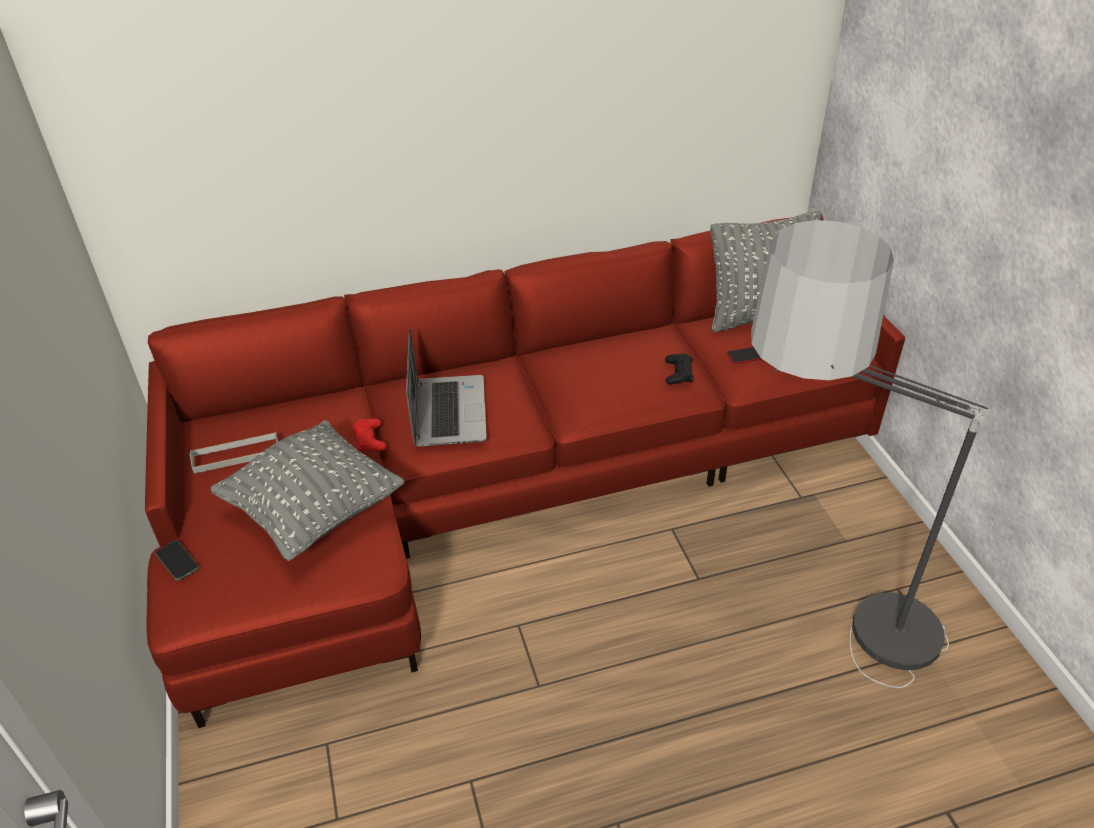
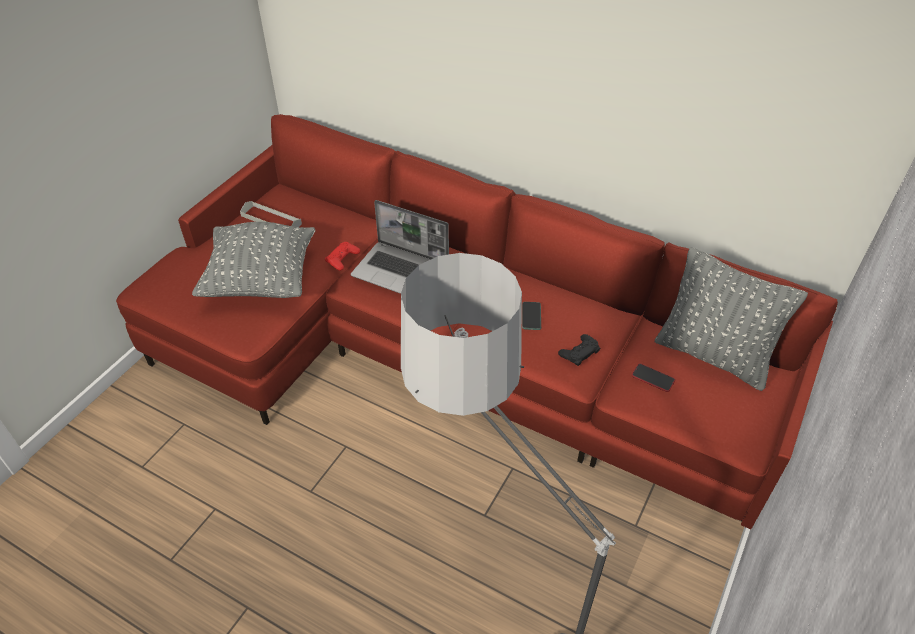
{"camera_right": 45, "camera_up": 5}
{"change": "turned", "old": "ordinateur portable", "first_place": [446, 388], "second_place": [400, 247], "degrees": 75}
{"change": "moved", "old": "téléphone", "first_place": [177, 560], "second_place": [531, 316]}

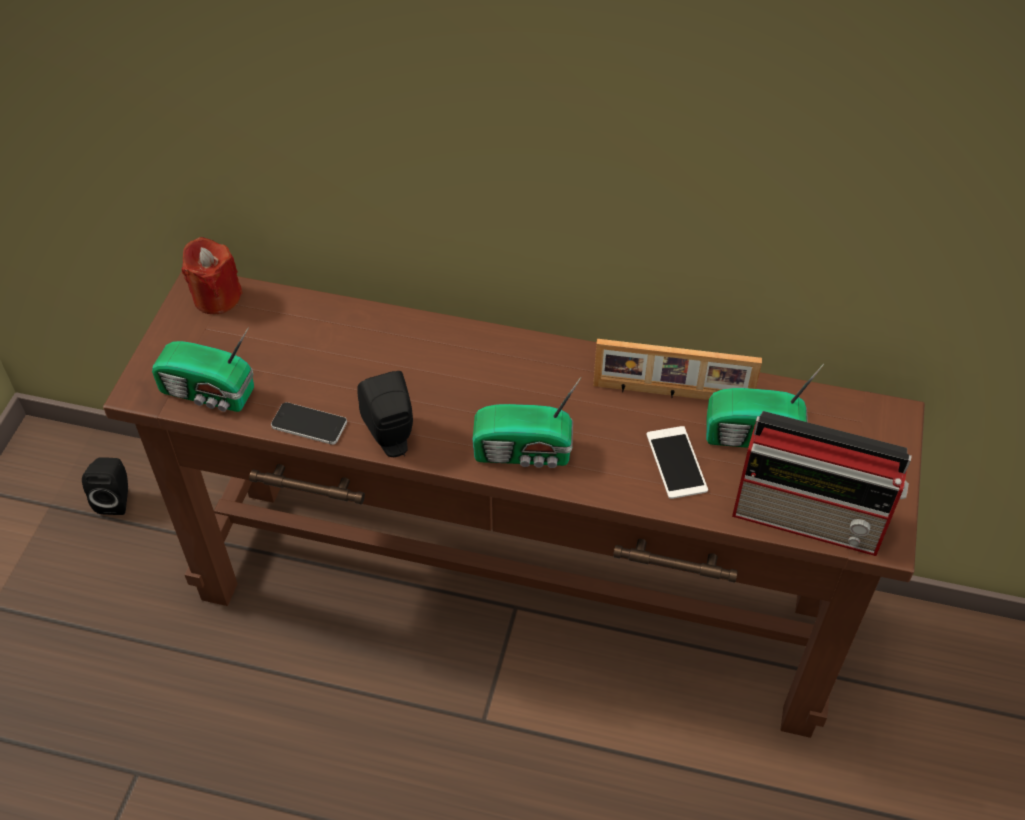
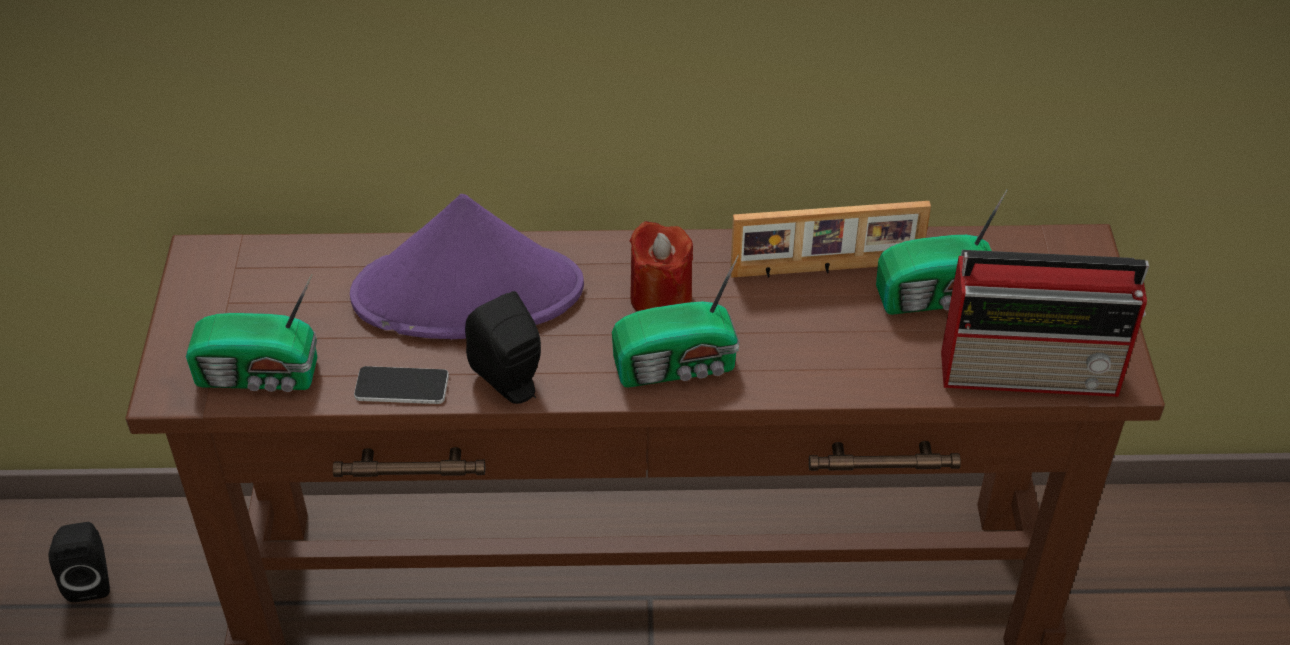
{"camera_right": -15, "camera_up": -5}
{"change": "added", "new": "chapeau (violet)", "second_place": [467, 267]}
{"change": "moved", "old": "bougie (rouge)", "first_place": [212, 275], "second_place": [661, 266]}
{"change": "removed", "old": "téléphone", "first_place": [677, 462]}

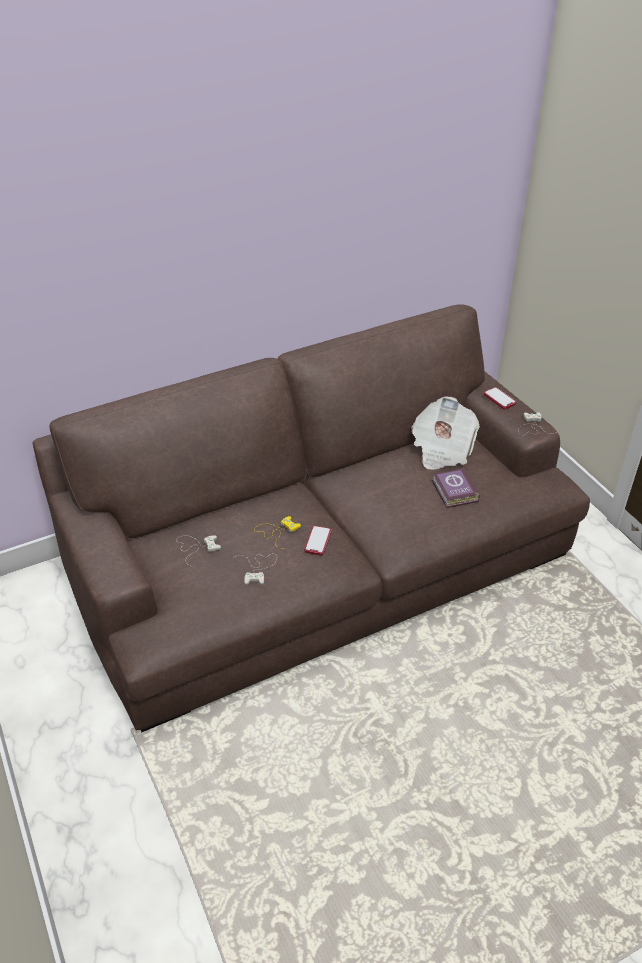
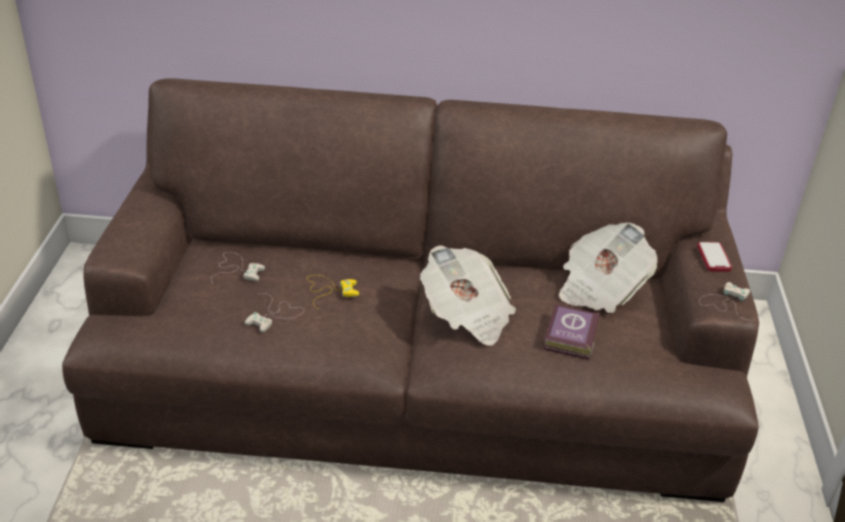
{"camera_right": 30, "camera_up": -5}
{"change": "added", "new": "journal", "second_place": [468, 295]}
{"change": "removed", "old": "téléphone", "first_place": [317, 541]}

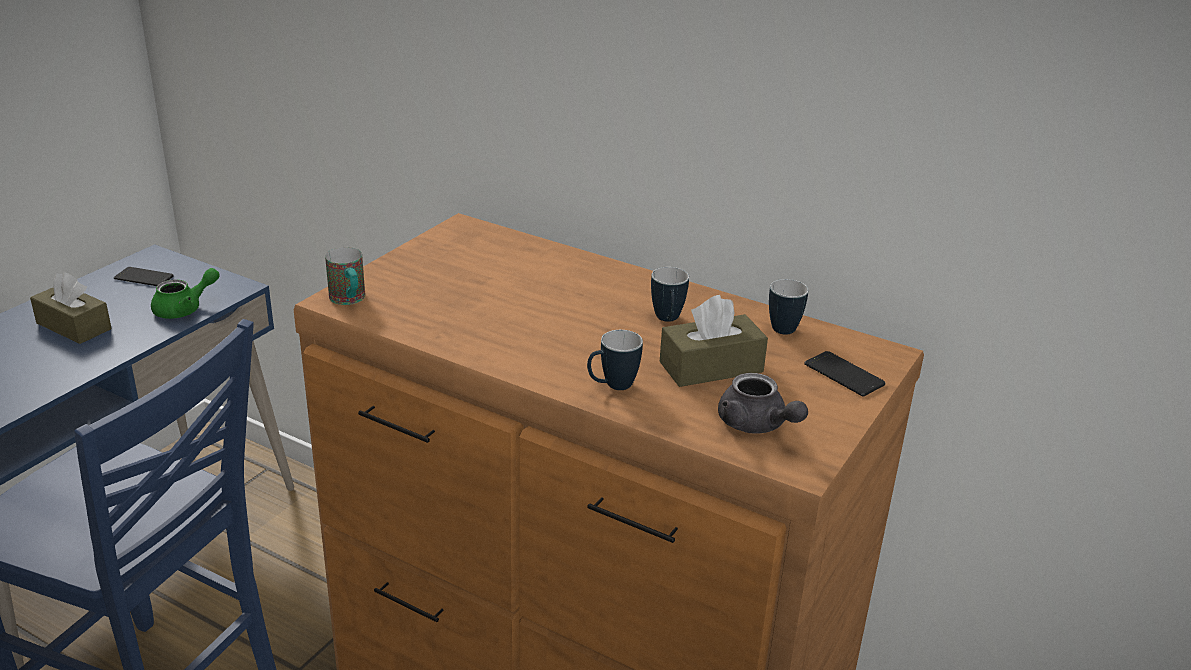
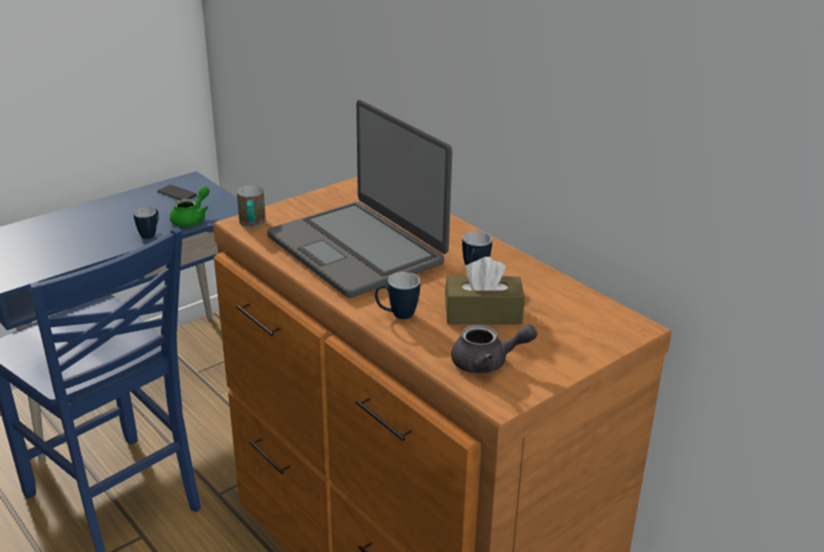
{"camera_right": 20, "camera_up": 0}
{"change": "moved", "old": "mug", "first_place": [788, 307], "second_place": [146, 223]}
{"change": "turned", "old": "théière (vert)", "first_place": [185, 293], "second_place": [190, 206], "degrees": -45}
{"change": "added", "new": "ordinateur portable", "second_place": [359, 199]}
{"change": "turned", "old": "théière (gris)", "first_place": [763, 403], "second_place": [494, 349], "degrees": -75}
{"change": "removed", "old": "boîte à mouchoirs (marron)", "first_place": [71, 308]}
{"change": "removed", "old": "téléphone", "first_place": [844, 373]}

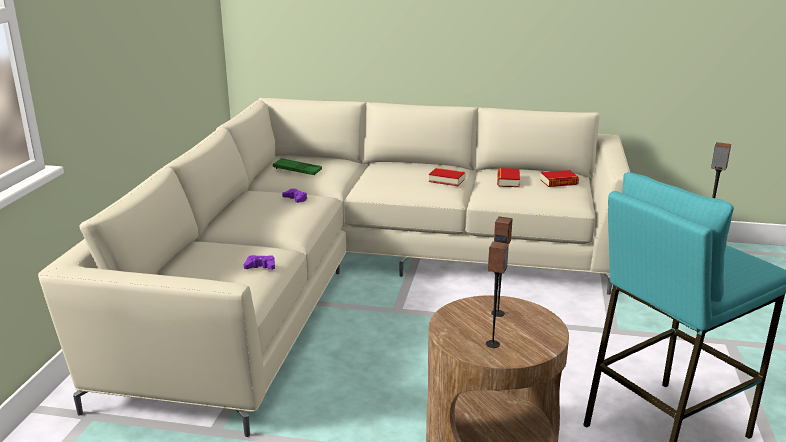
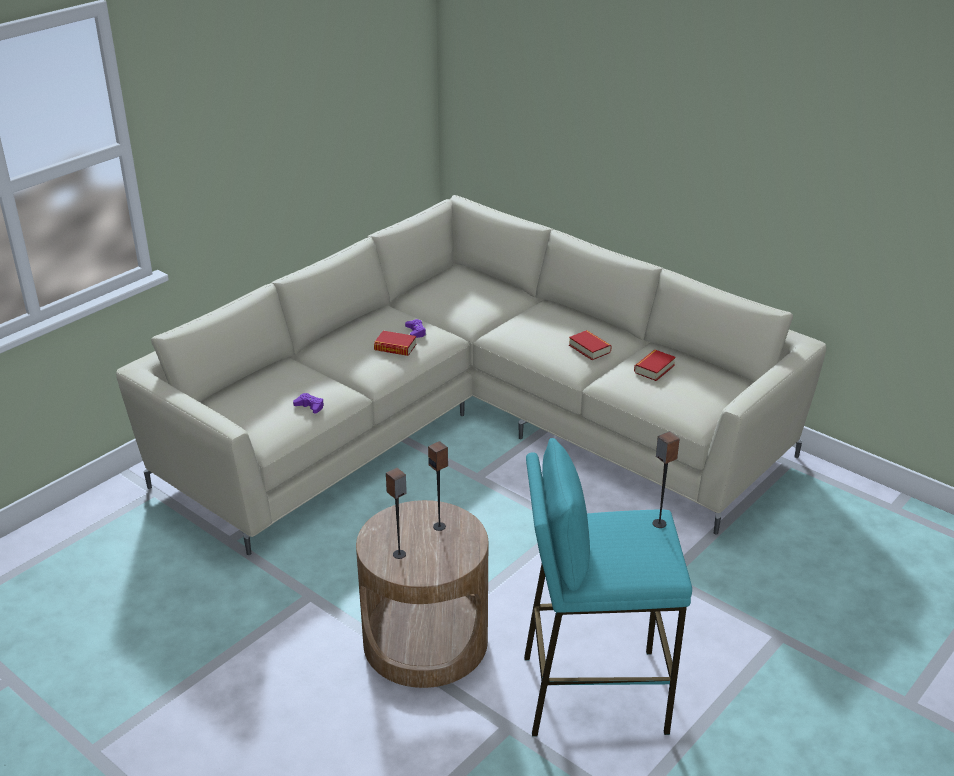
{"camera_right": 30, "camera_up": 10}
{"change": "moved", "old": "livre", "first_place": [560, 178], "second_place": [395, 343]}
{"change": "removed", "old": "plateau (vert)", "first_place": [297, 166]}

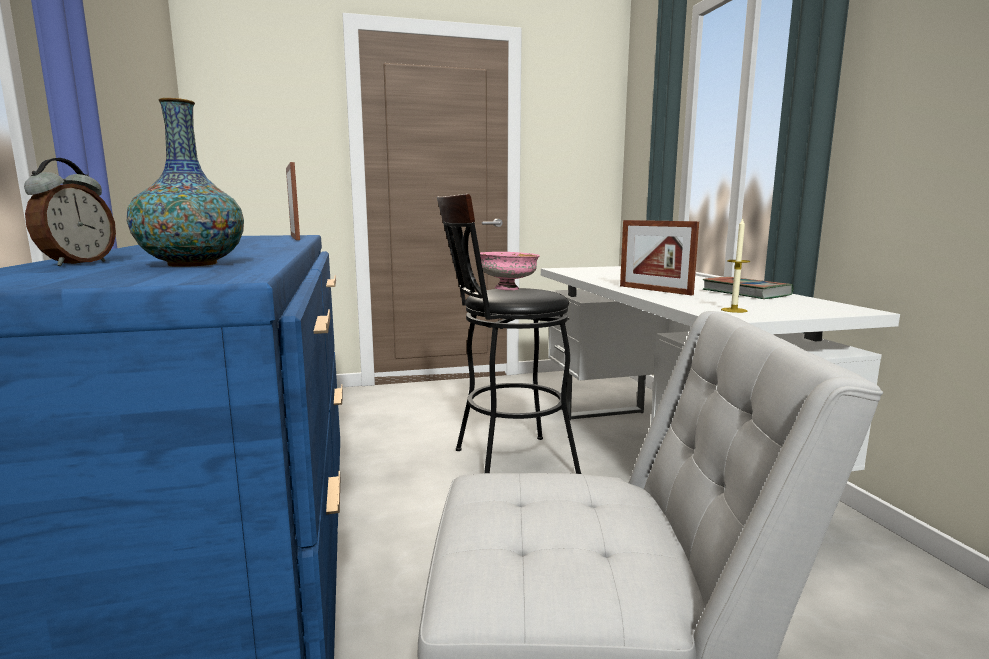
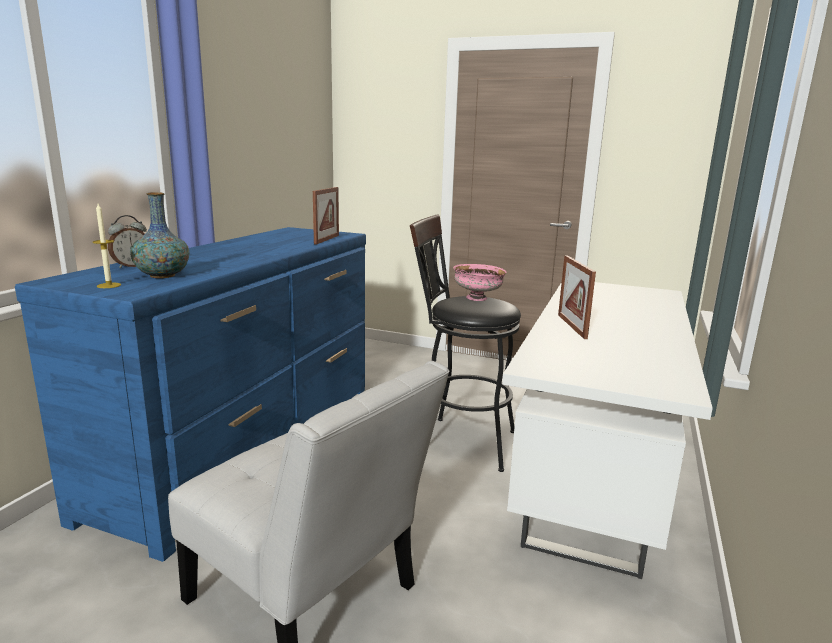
{"camera_right": 35, "camera_up": 5}
{"change": "moved", "old": "bougie", "first_place": [735, 265], "second_place": [107, 246]}
{"change": "removed", "old": "livre", "first_place": [748, 288]}

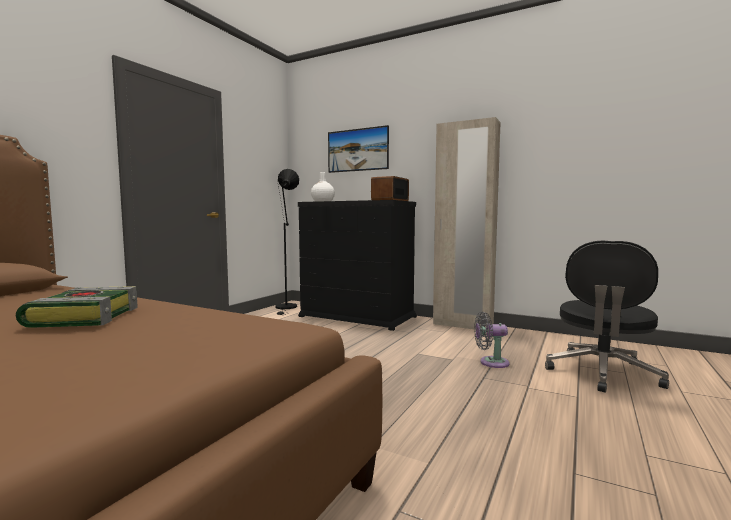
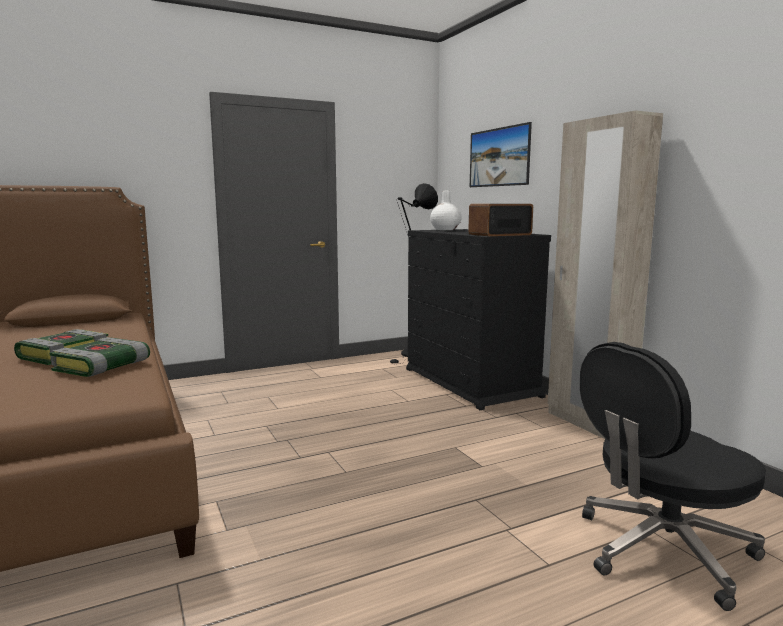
{"camera_right": 35, "camera_up": 5}
{"change": "added", "new": "livre", "second_place": [100, 357]}
{"change": "removed", "old": "ventilateur (gris)", "first_place": [492, 340]}

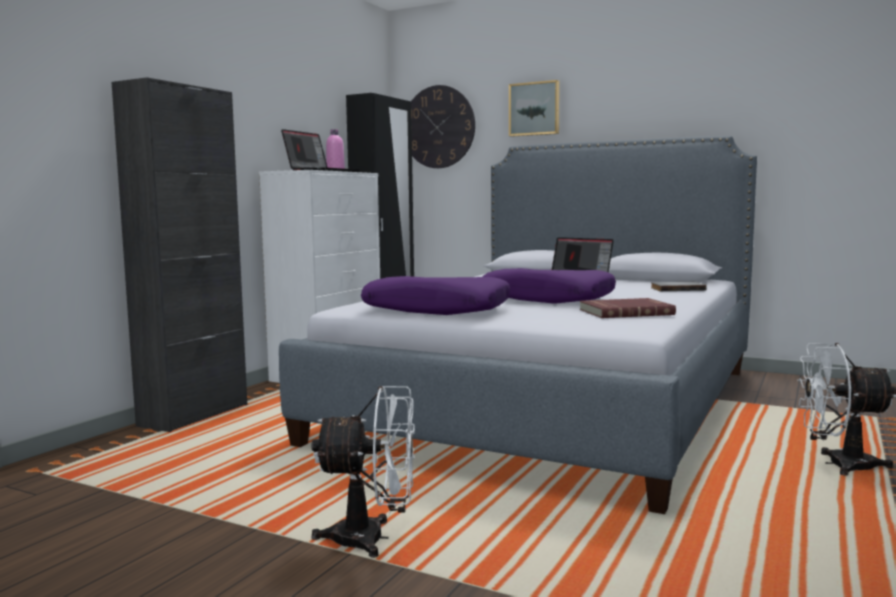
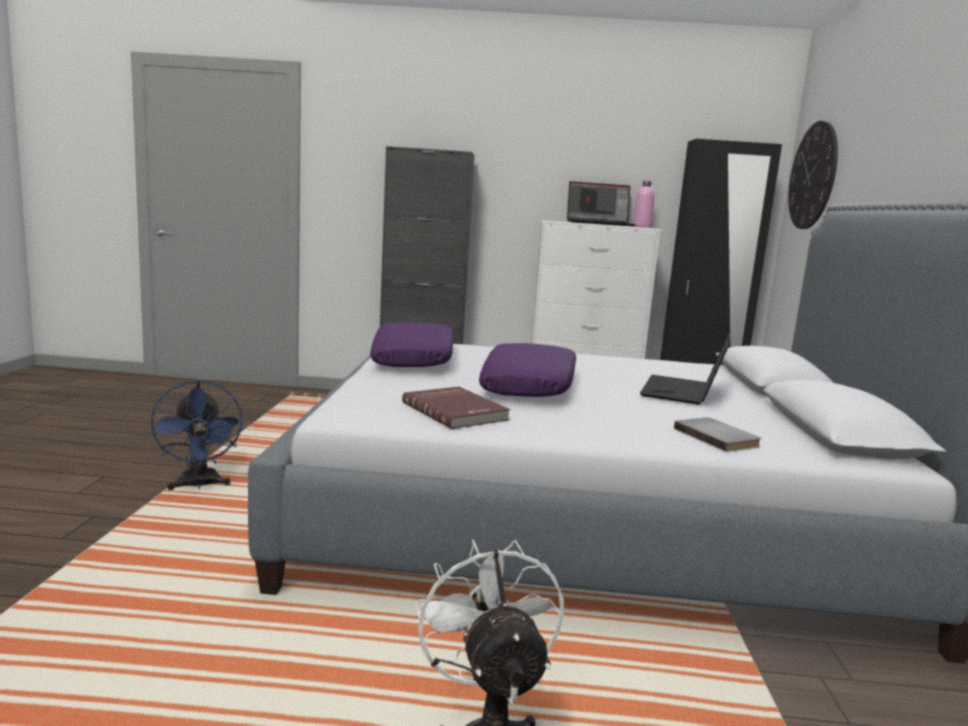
{"camera_right": 65, "camera_up": 5}
{"change": "recoloured", "old": "ventilateur (blanc)", "new": "ventilateur (bleu)", "first_place": [363, 472], "second_place": [196, 435]}
{"change": "removed", "old": "tableau", "first_place": [534, 108]}

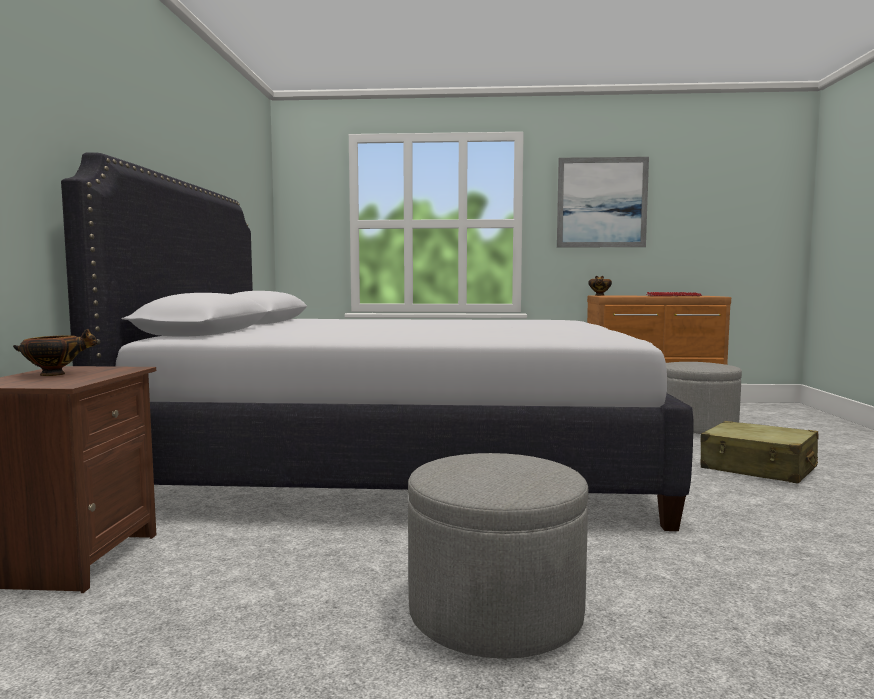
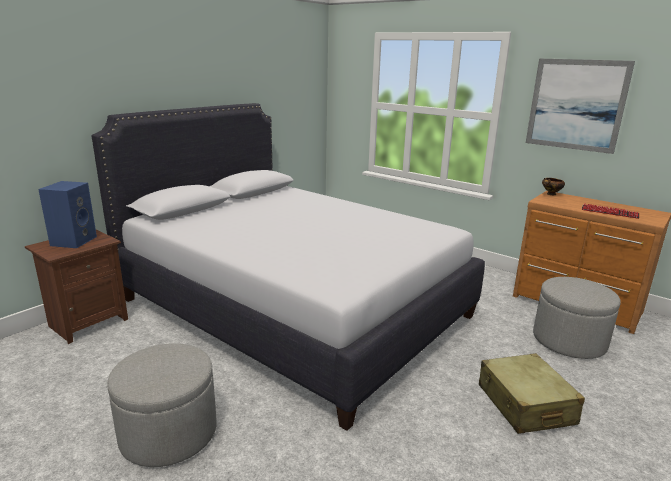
{"camera_right": 35, "camera_up": 15}
{"change": "replaced", "old": "bol", "new": "enceinte (bleu)", "first_place": [55, 352], "second_place": [67, 214]}

